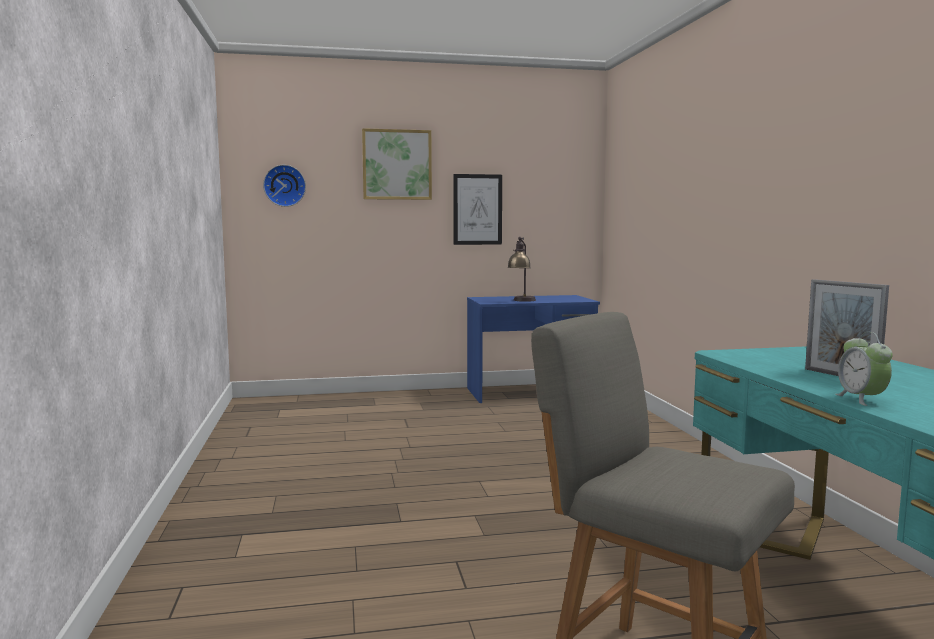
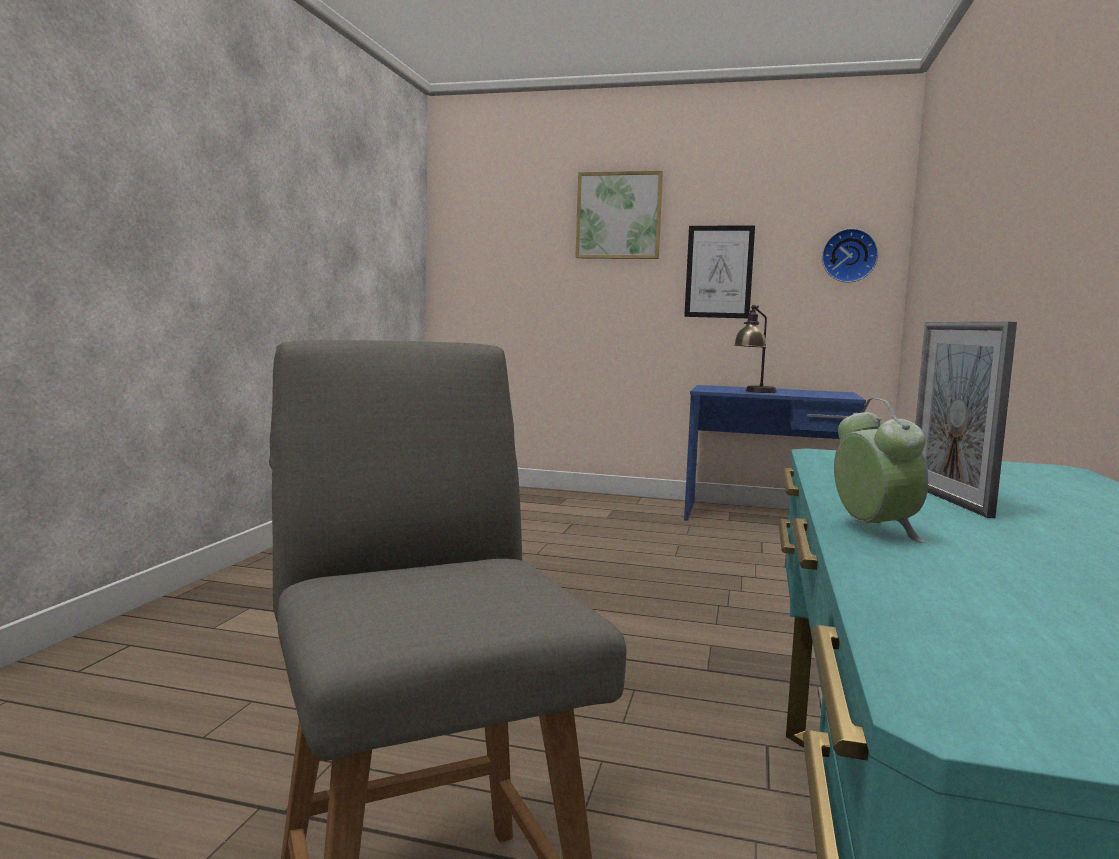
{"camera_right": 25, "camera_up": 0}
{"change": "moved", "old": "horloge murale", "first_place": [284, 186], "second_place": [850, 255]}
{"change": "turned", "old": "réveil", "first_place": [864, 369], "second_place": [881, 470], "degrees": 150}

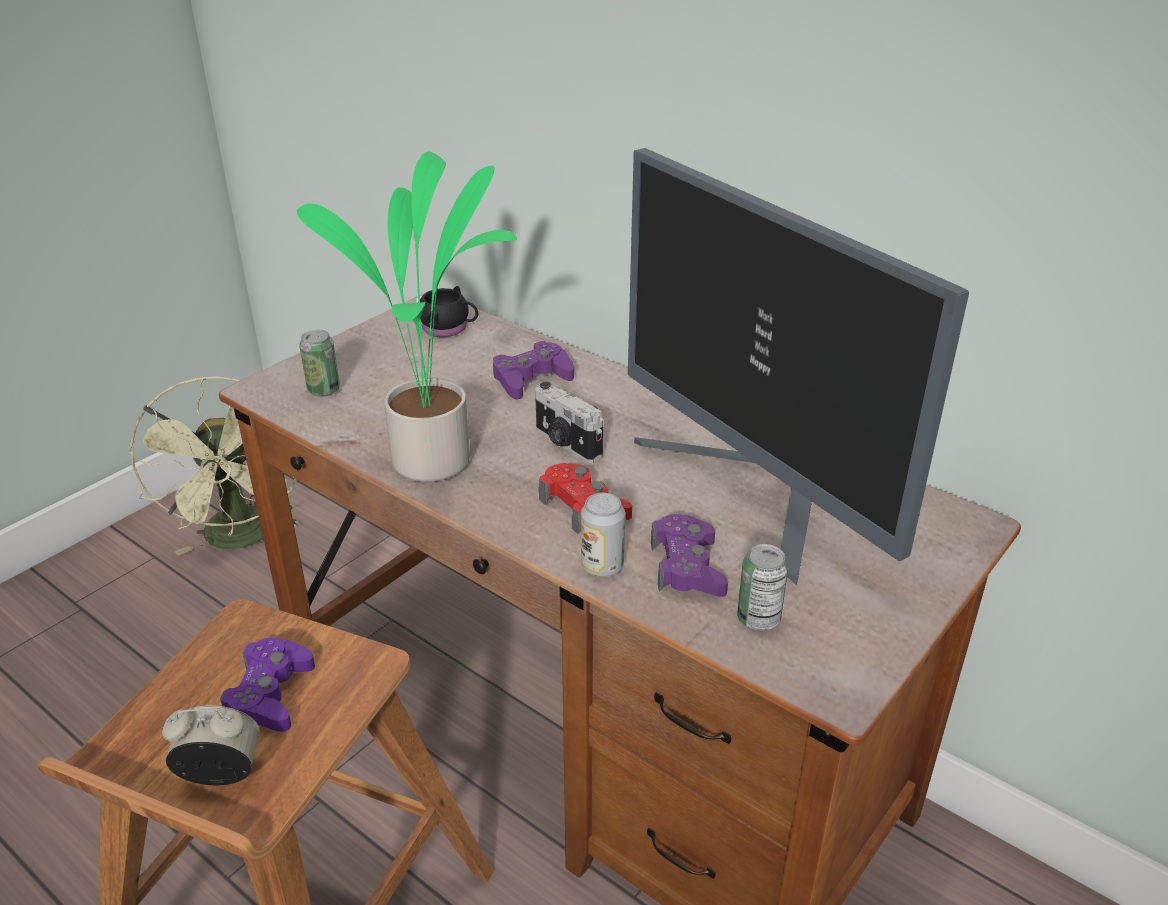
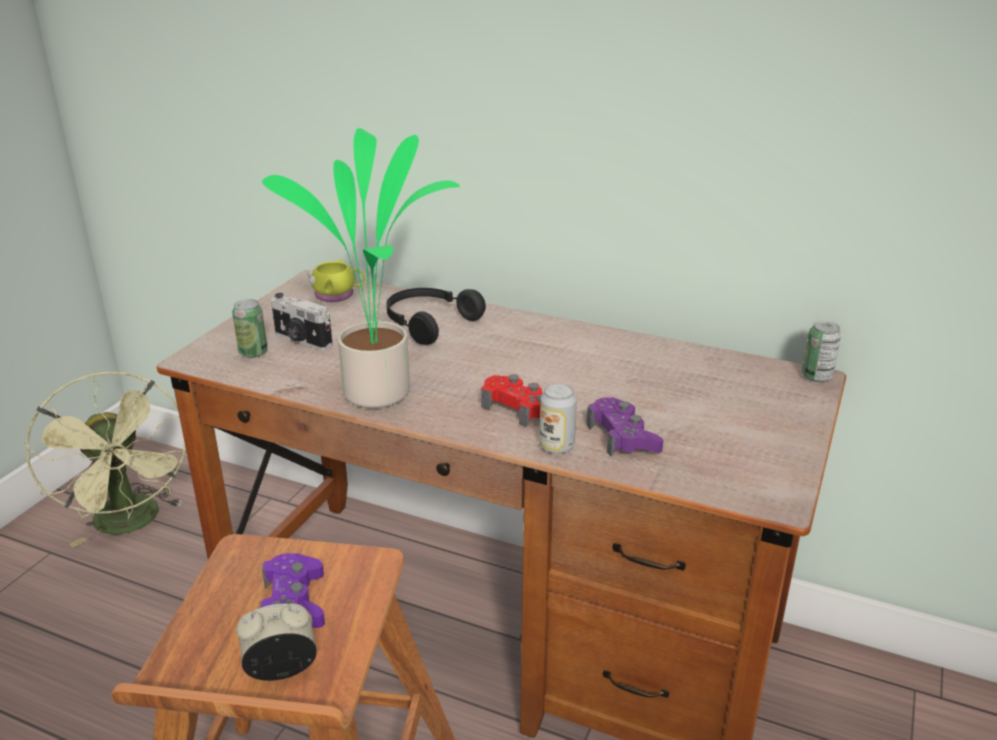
{"camera_right": -15, "camera_up": -5}
{"change": "moved", "old": "appareil photo", "first_place": [569, 422], "second_place": [302, 321]}
{"change": "recoloured", "old": "mug (noir)", "new": "mug (jaune)", "first_place": [446, 311], "second_place": [336, 280]}
{"change": "replaced", "old": "manette (violet)", "new": "casque audio (noir)", "first_place": [533, 370], "second_place": [436, 316]}
{"change": "moved", "old": "boîte métallique", "first_place": [762, 587], "second_place": [821, 351]}
{"change": "removed", "old": "écran d'ordinateur", "first_place": [798, 366]}

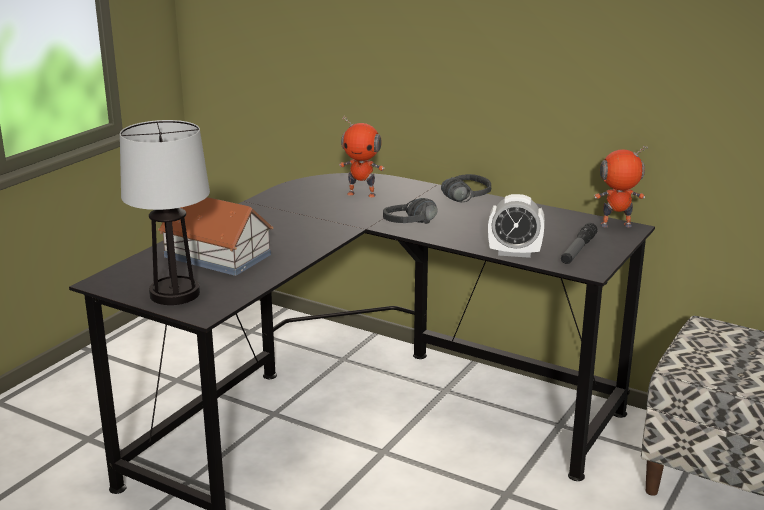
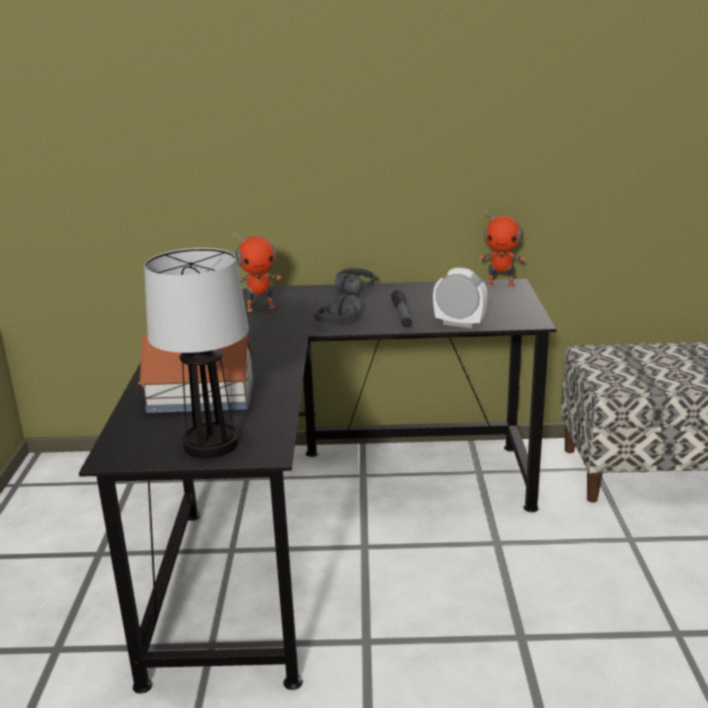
{"camera_right": -30, "camera_up": 0}
{"change": "moved", "old": "lampe de poche", "first_place": [579, 243], "second_place": [401, 308]}
{"change": "turned", "old": "réveil", "first_place": [516, 226], "second_place": [460, 298], "degrees": -135}
{"change": "turned", "old": "robot jouet", "first_place": [621, 186], "second_place": [502, 248], "degrees": -135}

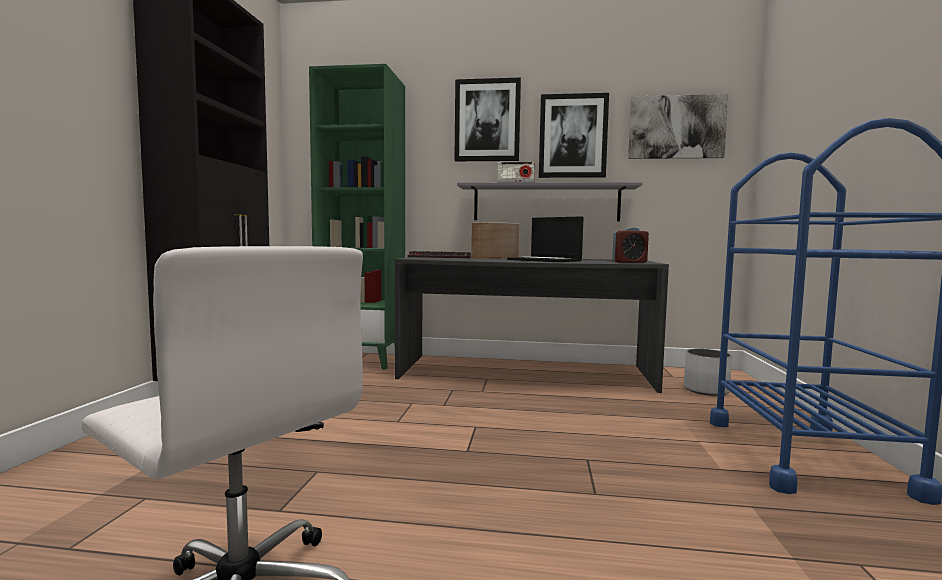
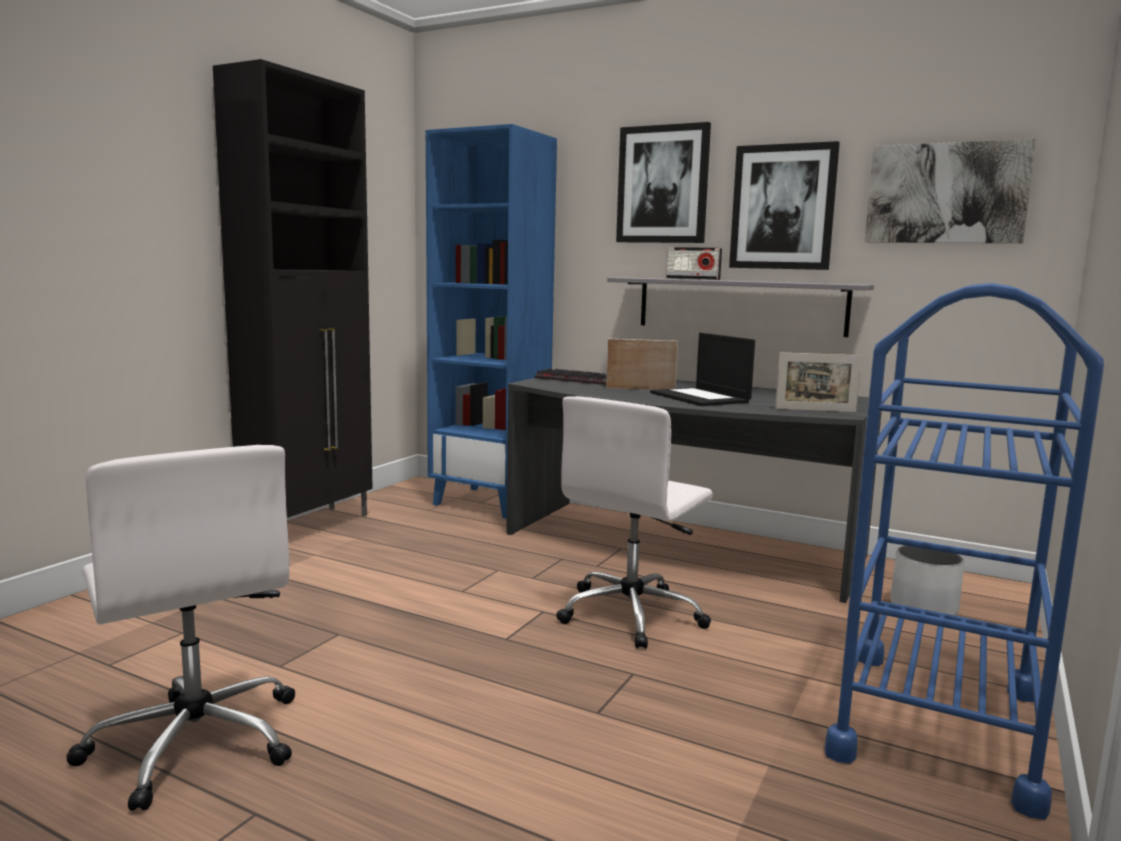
{"camera_right": 20, "camera_up": 5}
{"change": "recoloured", "old": "bibliothèque (vert)", "new": "bibliothèque (bleu)", "first_place": [357, 217], "second_place": [491, 321]}
{"change": "added", "new": "chaise de bureau (blanc)", "second_place": [634, 522]}
{"change": "replaced", "old": "réveil", "new": "cadre photo", "first_place": [630, 245], "second_place": [818, 382]}

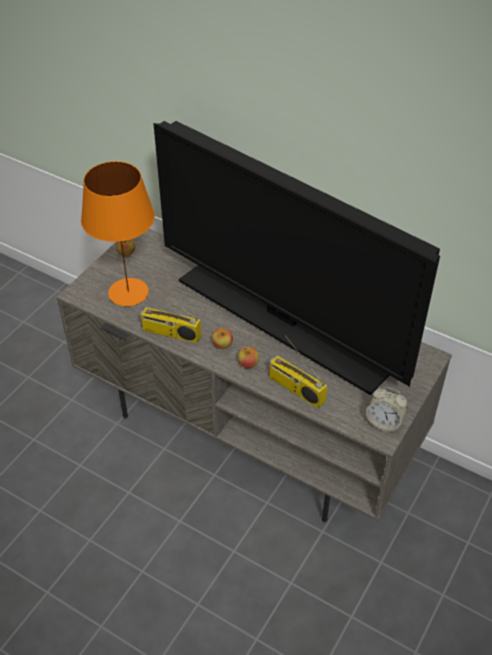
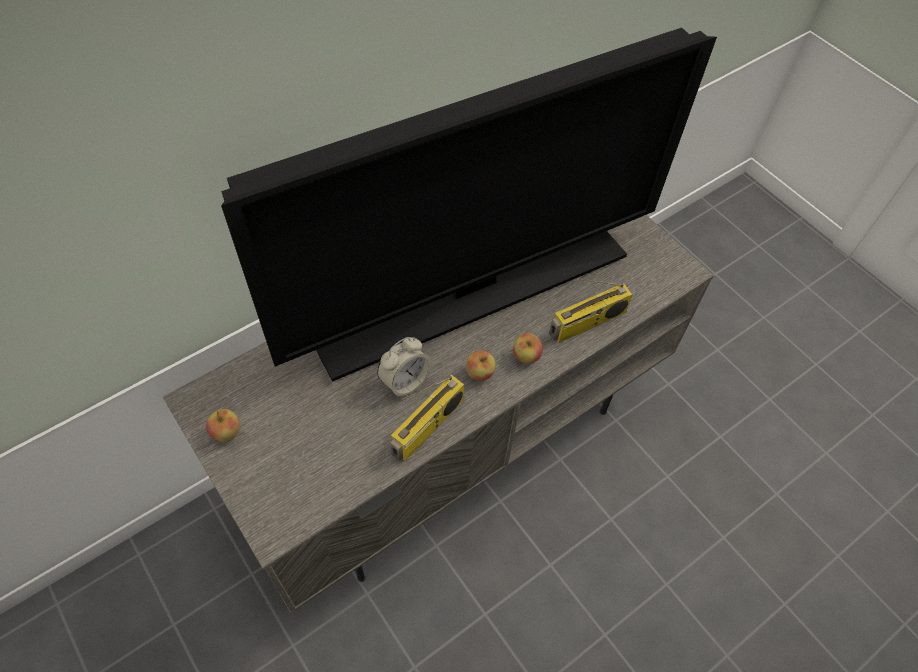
{"camera_right": -70, "camera_up": 10}
{"change": "moved", "old": "réveil", "first_place": [386, 409], "second_place": [404, 367]}
{"change": "removed", "old": "lampe de table (orange)", "first_place": [118, 233]}

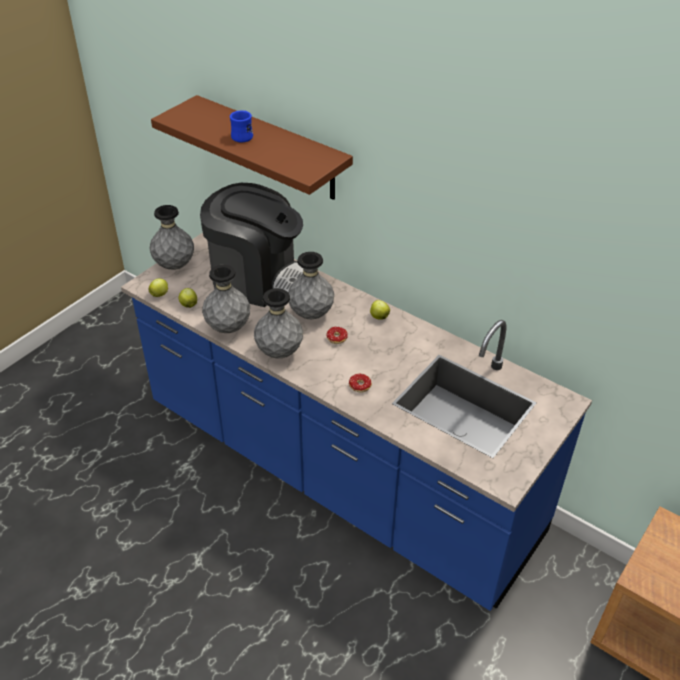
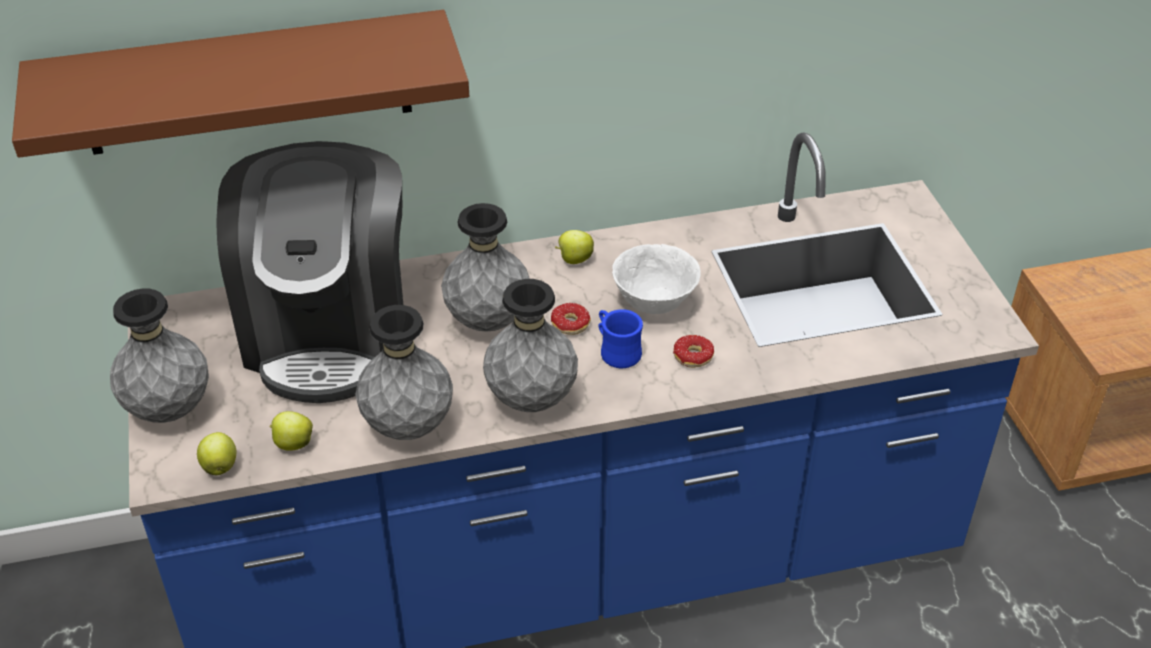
{"camera_right": -50, "camera_up": 0}
{"change": "turned", "old": "machine à café", "first_place": [251, 245], "second_place": [309, 272], "degrees": 120}
{"change": "moved", "old": "mug (bleu)", "first_place": [241, 126], "second_place": [620, 338]}
{"change": "added", "new": "bol (blanc)", "second_place": [656, 279]}

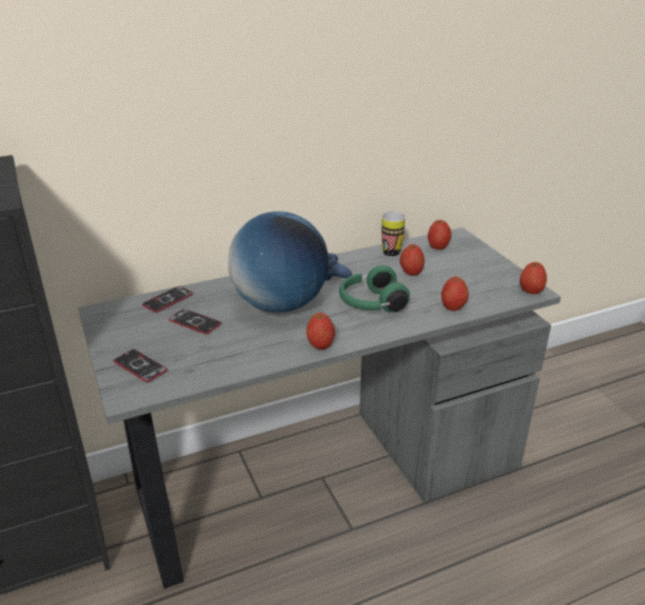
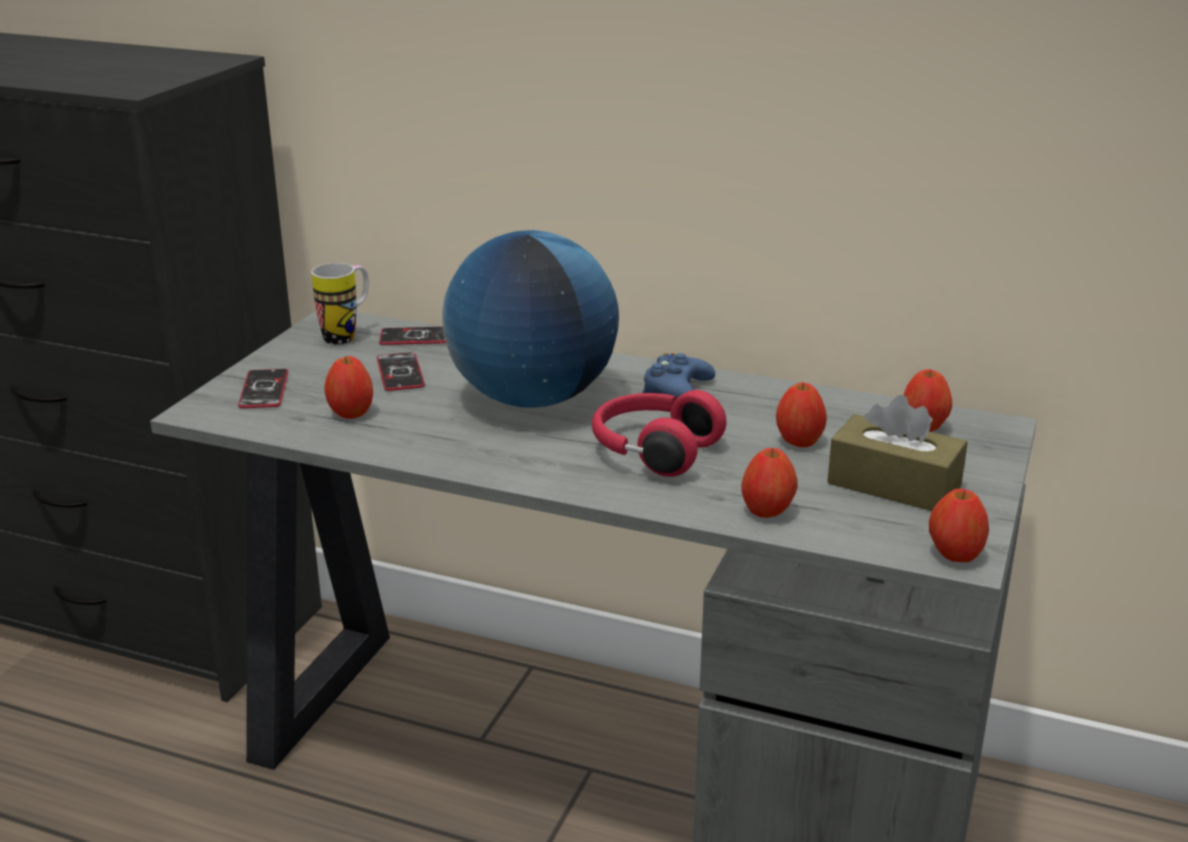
{"camera_right": 45, "camera_up": -5}
{"change": "moved", "old": "mug", "first_place": [393, 234], "second_place": [340, 304]}
{"change": "moved", "old": "pomme", "first_place": [320, 331], "second_place": [348, 387]}
{"change": "recoloured", "old": "casque audio (vert)", "new": "casque audio (rouge)", "first_place": [374, 289], "second_place": [659, 433]}
{"change": "added", "new": "boîte à mouchoirs (marron)", "second_place": [897, 453]}

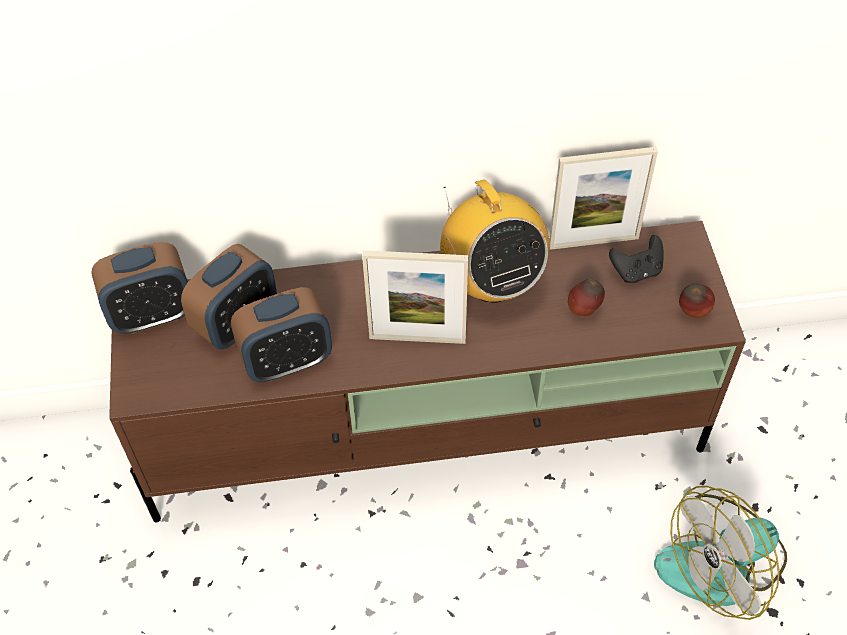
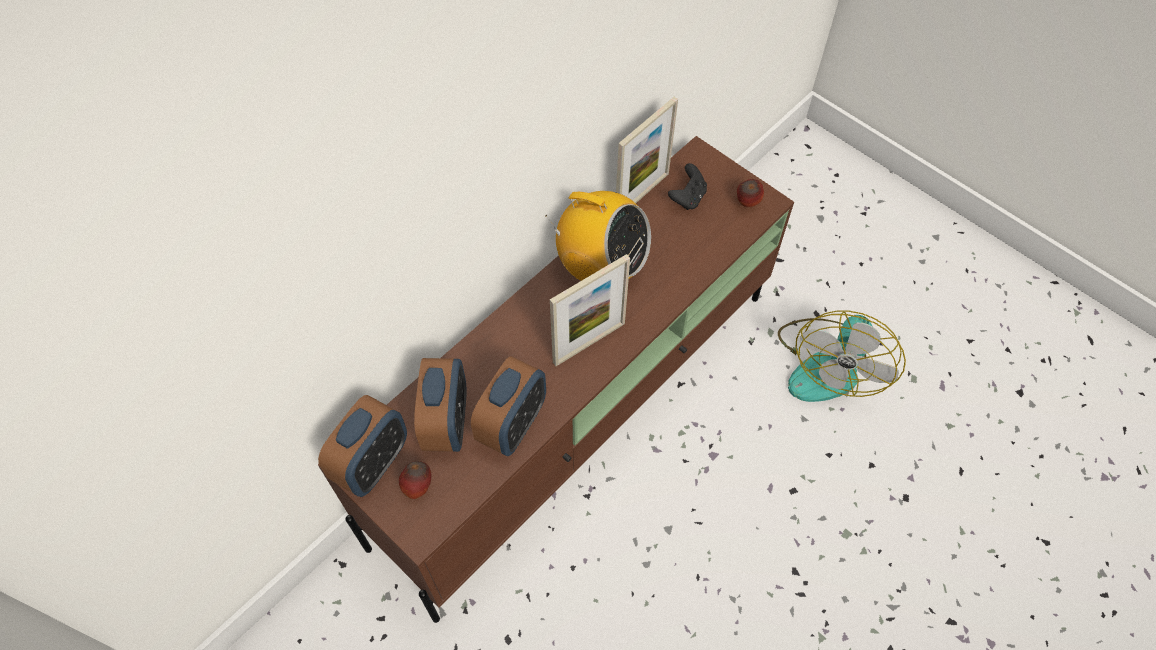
{"camera_right": -40, "camera_up": 5}
{"change": "moved", "old": "pomme", "first_place": [586, 298], "second_place": [415, 480]}

